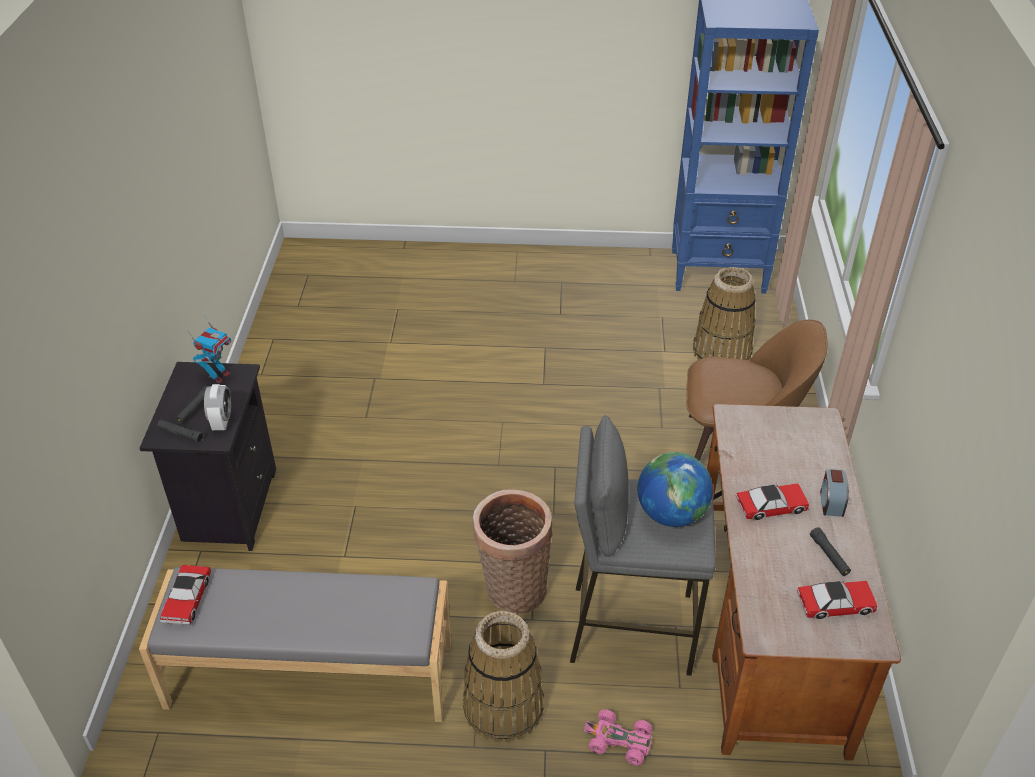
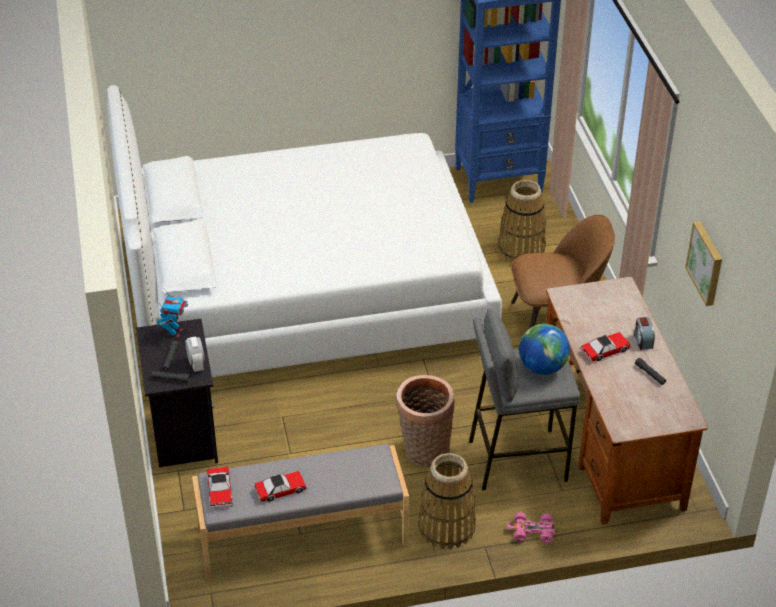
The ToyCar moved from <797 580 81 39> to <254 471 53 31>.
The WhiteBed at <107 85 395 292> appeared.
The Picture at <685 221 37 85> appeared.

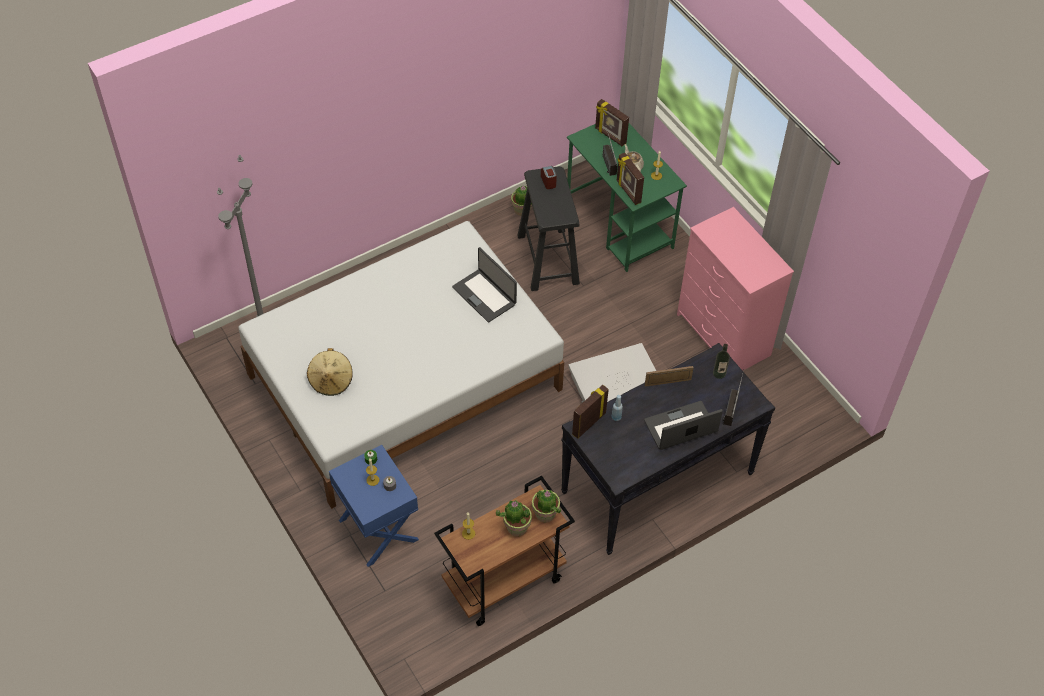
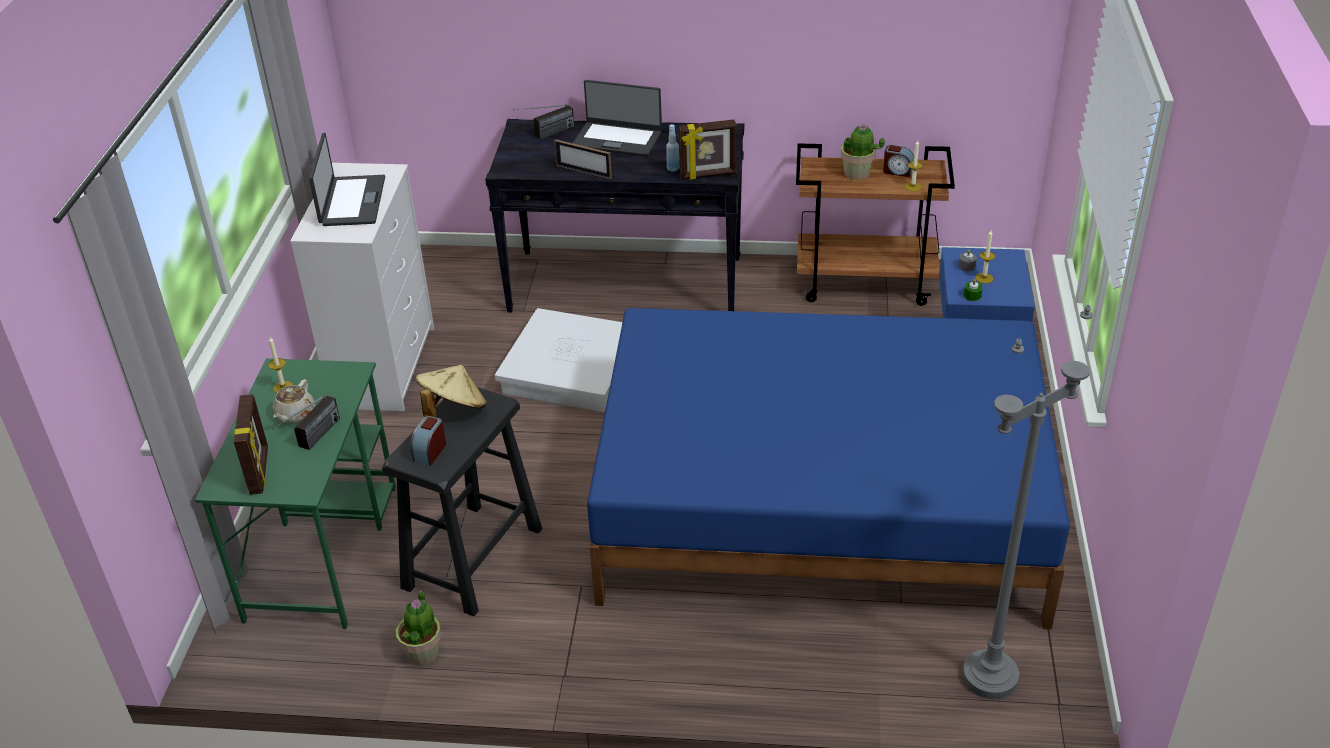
The WhiteBed at <238 221 326 288> became the BlueBed at <587 308 483 322>.
The BeigeHat moved from <307 348 46 48> to <415 365 72 52>.
The Laptop moved from <452 247 65 76> to <309 133 76 93>.
The PottedPlant at <532 490 29 33> disappeared.
The PictureFrame at <617 153 27 52> disappeared.
The PinkDresser at <677 207 117 164> became the WhiteDresser at <290 163 144 248>.
The Bottle at <713 344 17 35> disappeared.
The AlarmClock at <883 145 31 32> appeared.

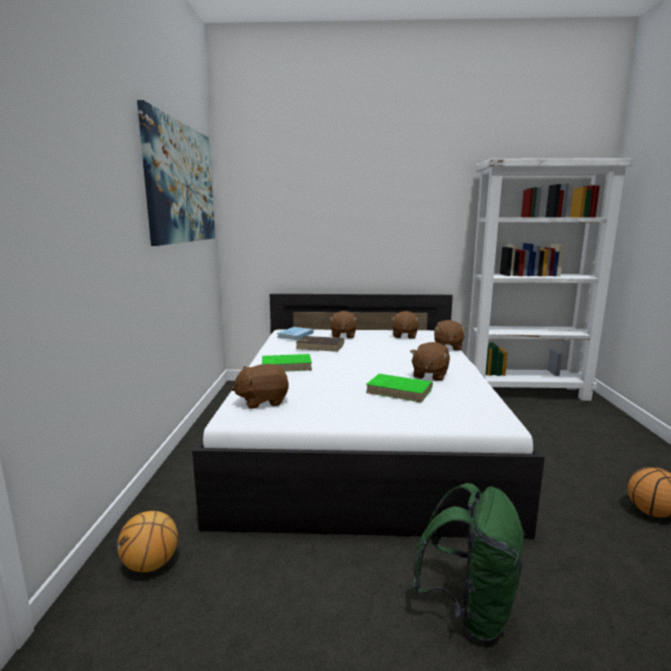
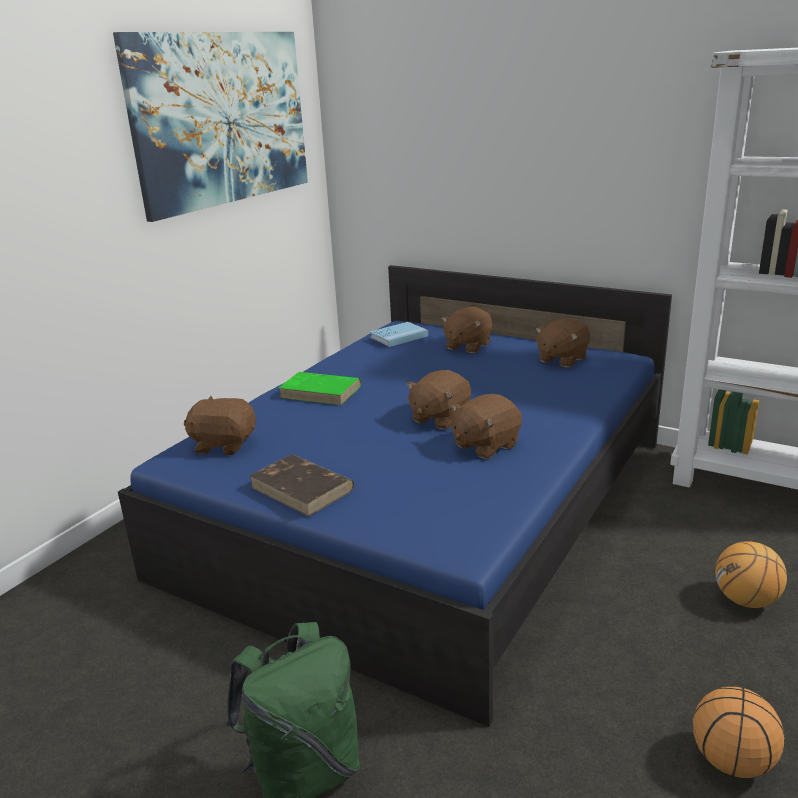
The Basketball moved from <117 511 61 61> to <715 541 72 67>.
The WhiteBed at <192 294 353 245> became the BlueBed at <118 265 554 462>.
The BrownBook moved from <296 336 48 16> to <249 454 105 63>.
The GreenBook at <366 374 67 29> disappeared.
The BrownPlushToy moved from <434 320 33 31> to <406 370 65 60>.

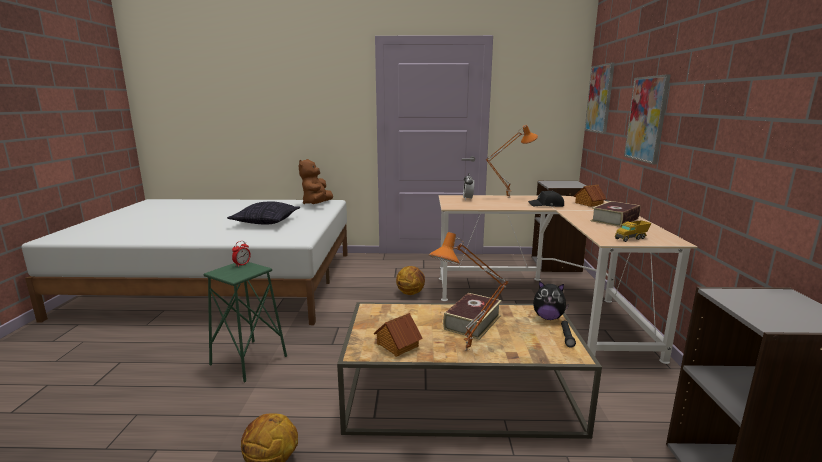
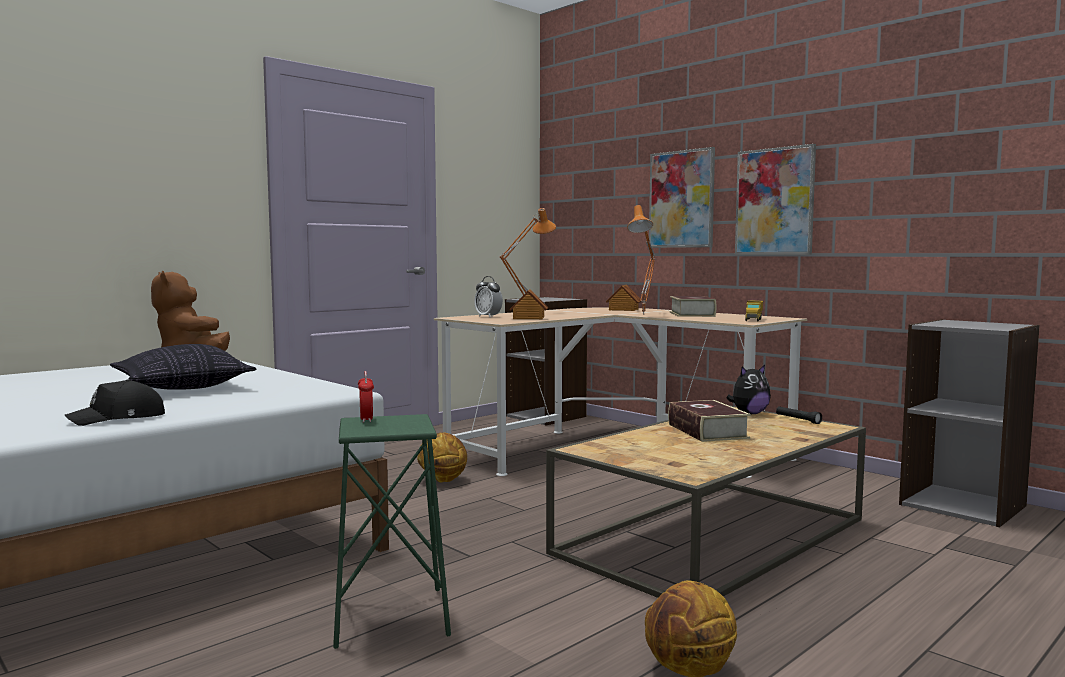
The ToyHouse moved from <374 313 49 44> to <510 289 38 30>.
The OrangeTableLamp moved from <429 232 80 119> to <627 205 29 110>.
The BlackCap moved from <528 190 36 17> to <65 379 100 47>.
The Picture moved from <585 63 29 71> to <735 144 81 111>.

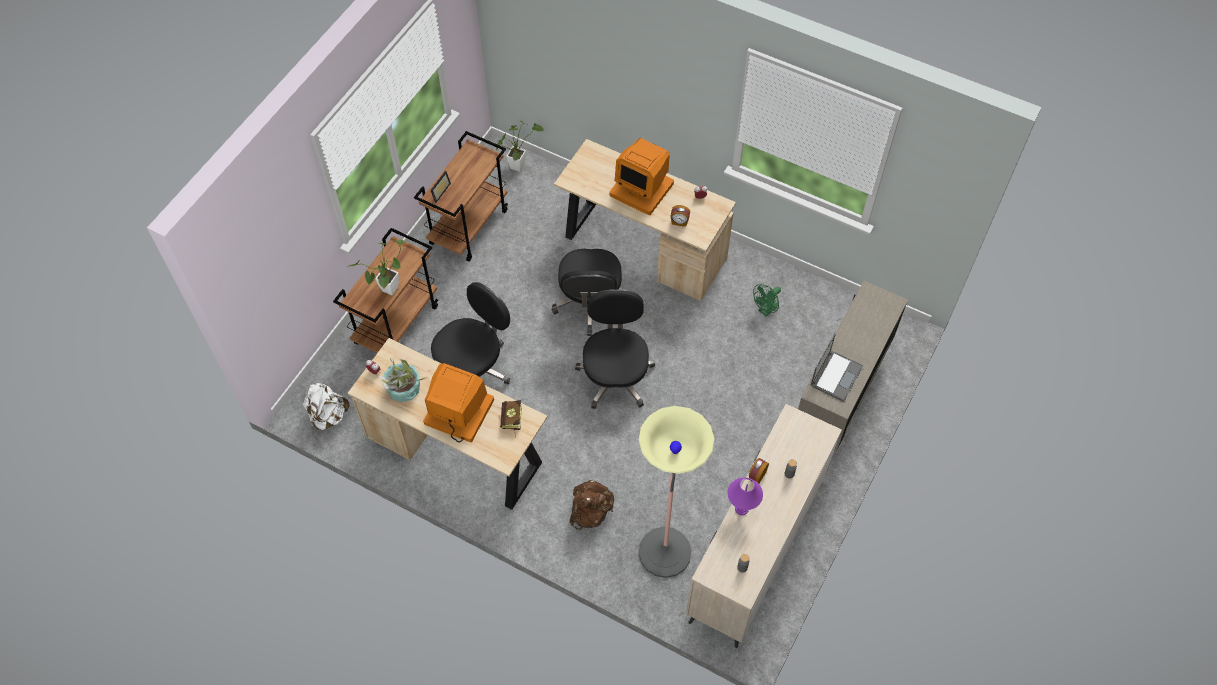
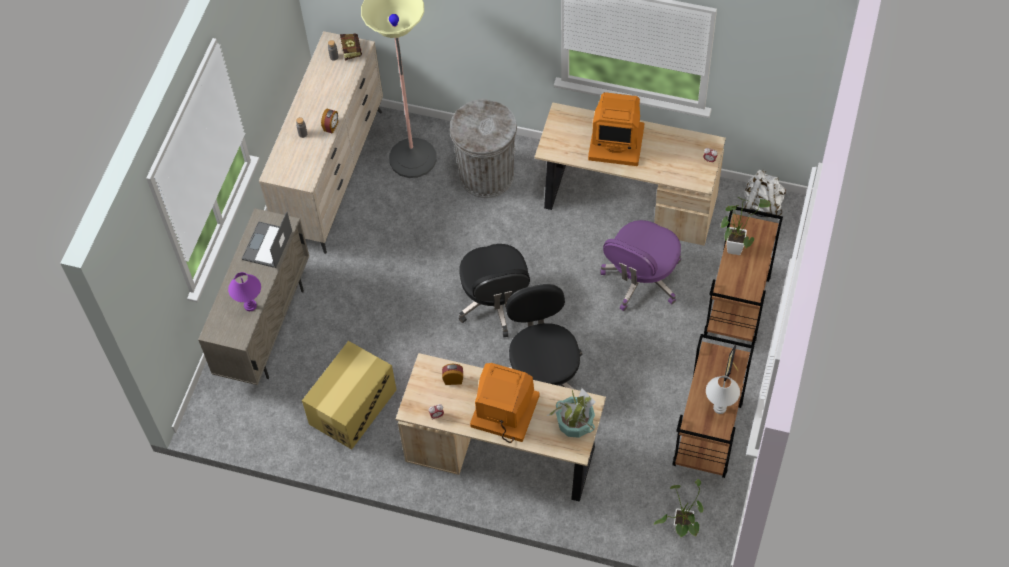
The PottedPlant moved from <379 358 48 44> to <547 388 48 50>.
The BlackOfficeChair at <431 282 79 102> became the PurpleOfficeChair at <600 220 81 91>.
The Book moved from <500 400 22 38> to <340 34 22 27>.
The BrownBackpack at <569 480 45 50> was replaced by the GreyTrashCan at <450 99 67 99>.
The PurpleTableLamp moved from <728 478 35 37> to <228 272 33 39>.
The GreenFan at <753 284 28 32> was replaced by the CardboardBox at <302 341 95 109>.
The WhiteTableLamp at <706 376 34 38> appeared.

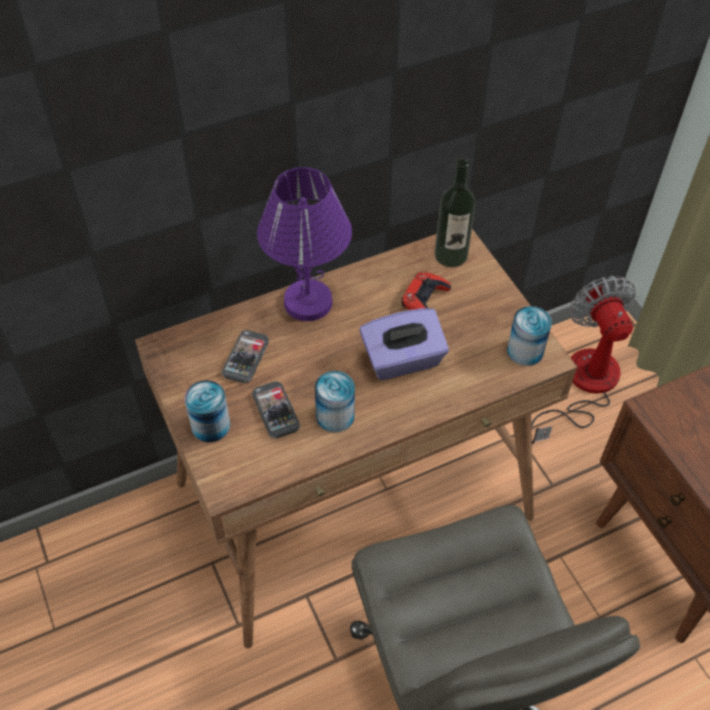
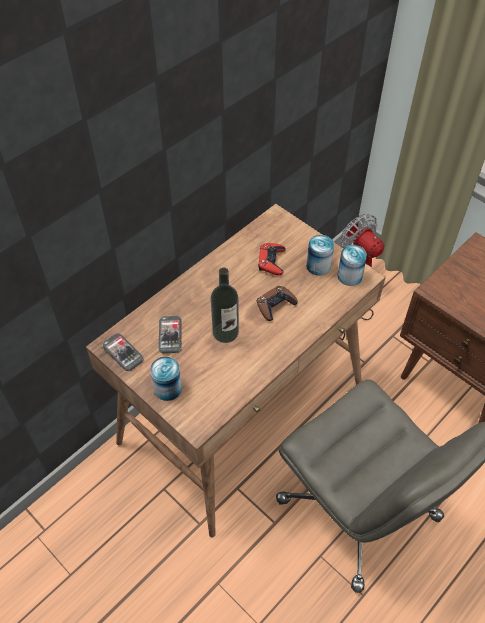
The Phone moved from <252 381 48 57> to <102 333 42 38>.
The PurpleTableLamp at <257 167 95 154> disappeared.
The Can moved from <315 371 40 62> to <306 235 28 41>.
The PurpleTissueBox at <359 308 90 72> was replaced by the BrownGameController at <257 286 41 35>.
The Bottle moved from <435 159 41 108> to <211 268 28 75>.

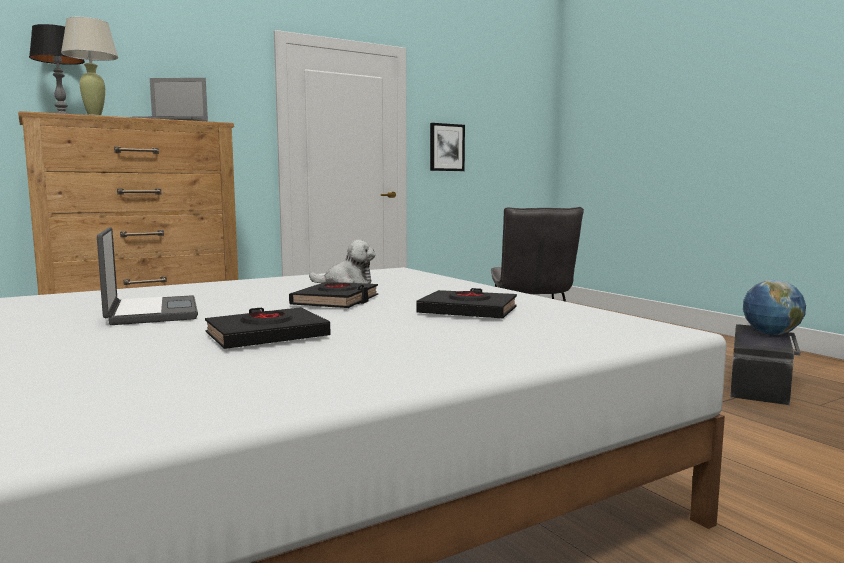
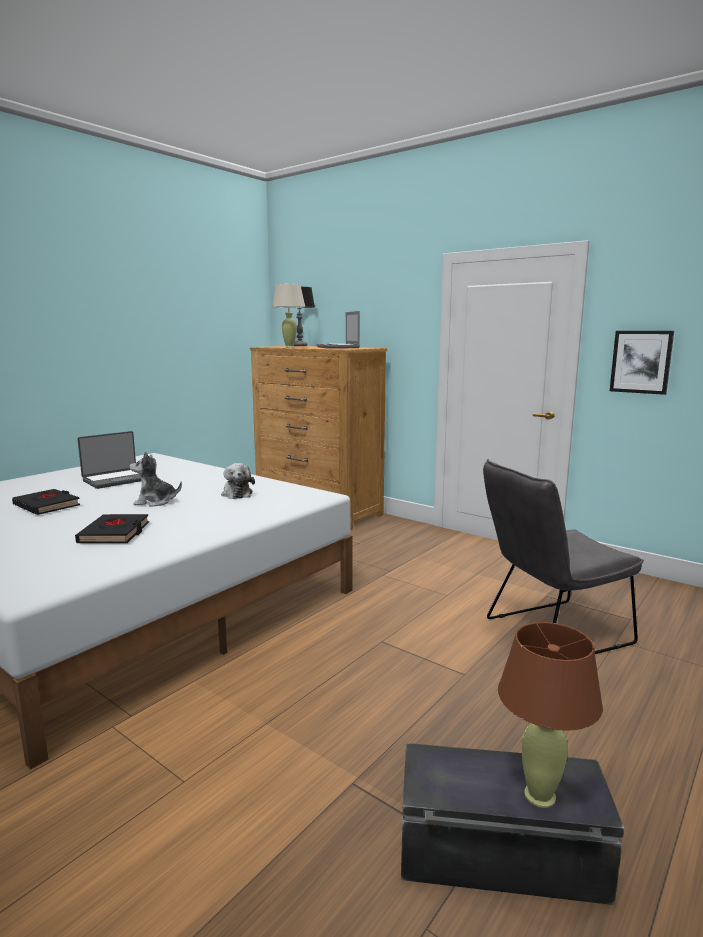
The BlackBook at <289 282 90 26> was replaced by the PlushToy at <129 452 53 55>.
The Globe at <743 280 63 55> was replaced by the BrownTableLamp at <498 622 105 186>.

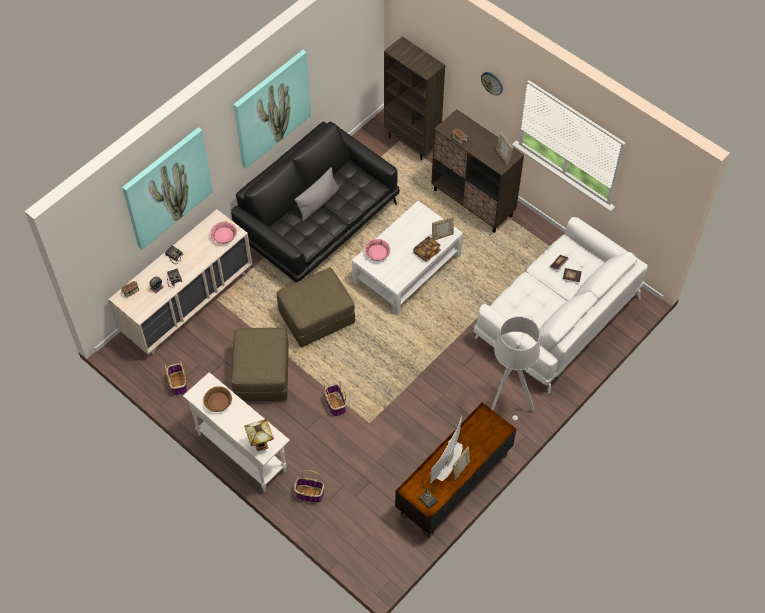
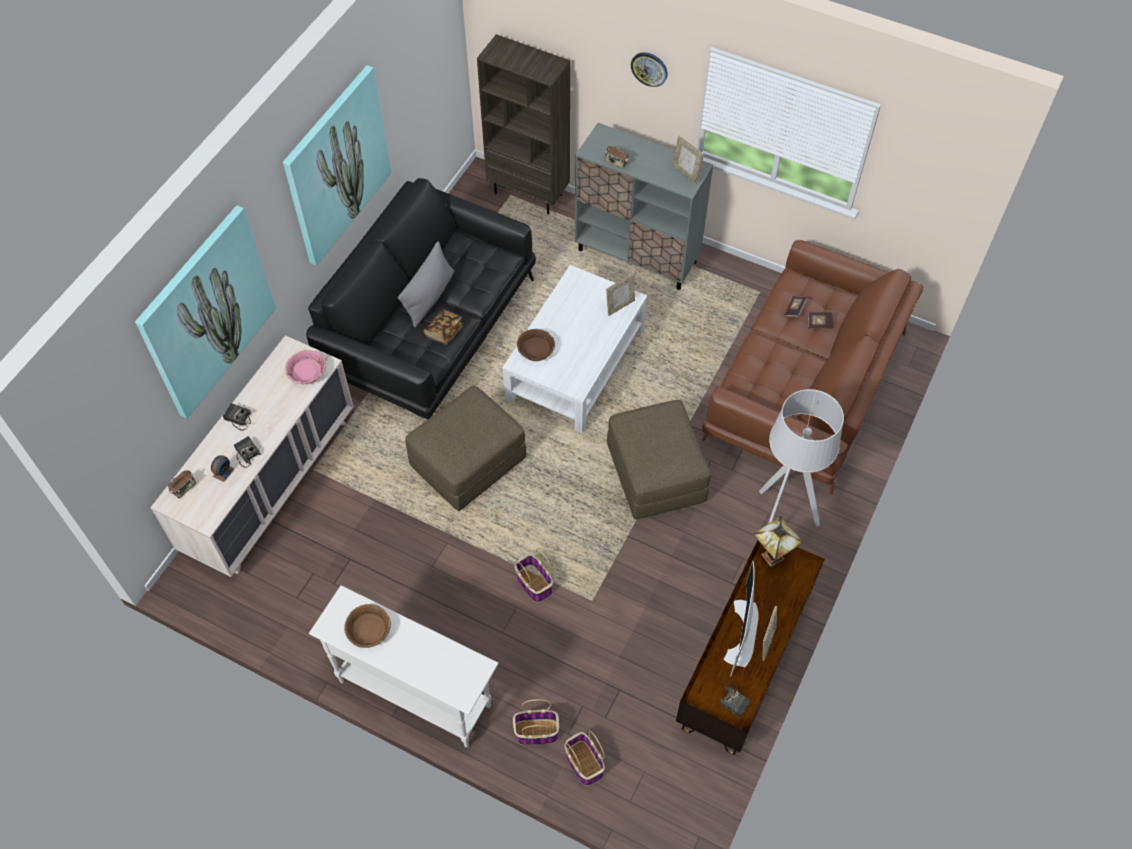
The Basket moved from <165 361 22 34> to <565 731 40 55>.
The BrownOttoman moved from <231 328 58 73> to <607 400 104 119>.
The TableLamp moved from <244 419 30 32> to <753 516 50 51>.
The PinkBowl at <365 239 25 22> became the BrownBowl at <517 329 38 32>.
The Book moved from <413 237 28 24> to <423 309 40 36>.
The BrownCabinet at <431 109 93 124> became the GreyCabinet at <575 123 138 167>.
The WhiteSofa at <474 217 174 177> became the BrownSofa at <702 240 222 255>.

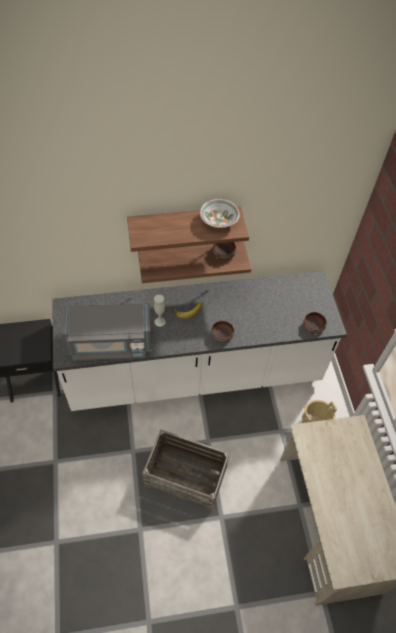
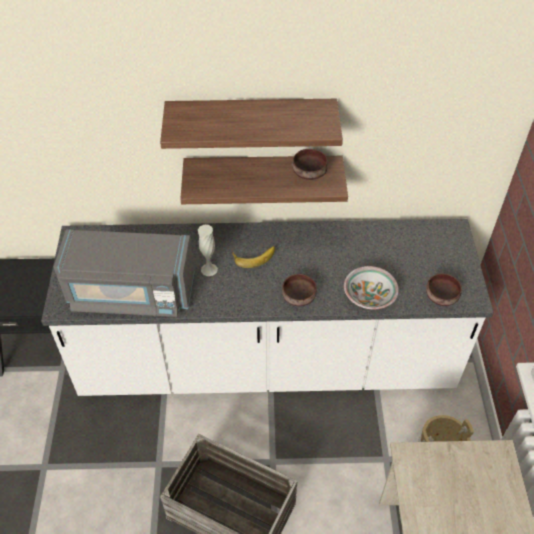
The Bowl moved from <200 199 40 29> to <344 266 55 44>.

